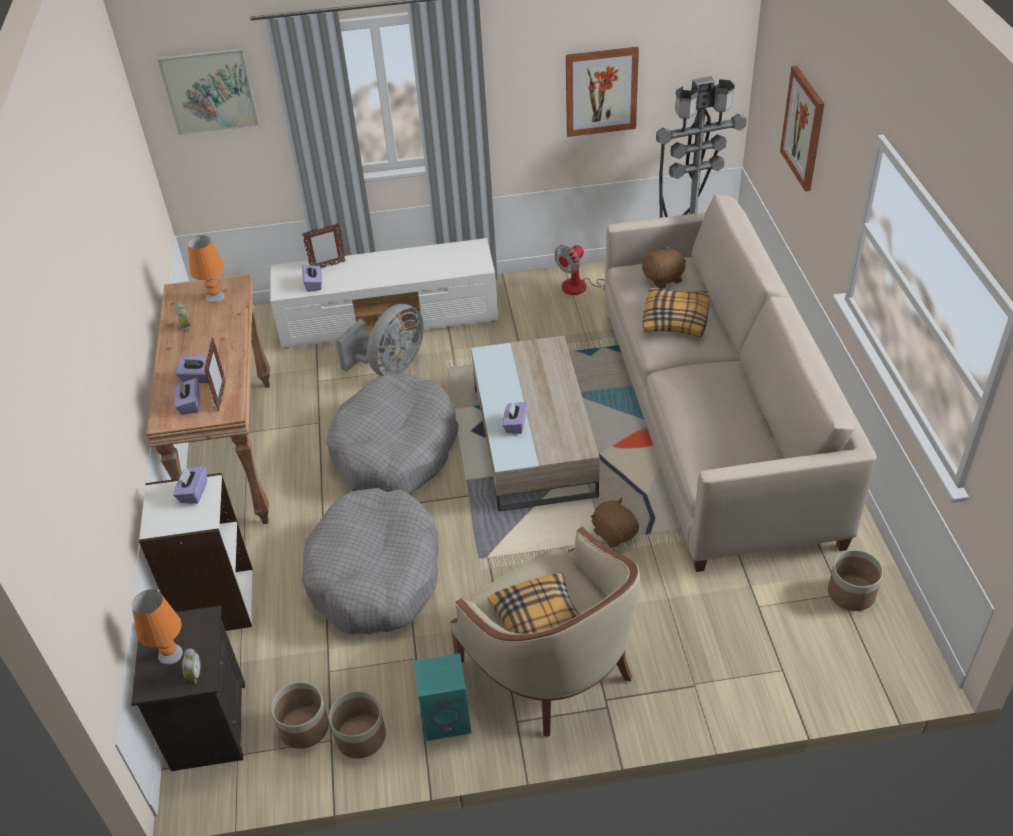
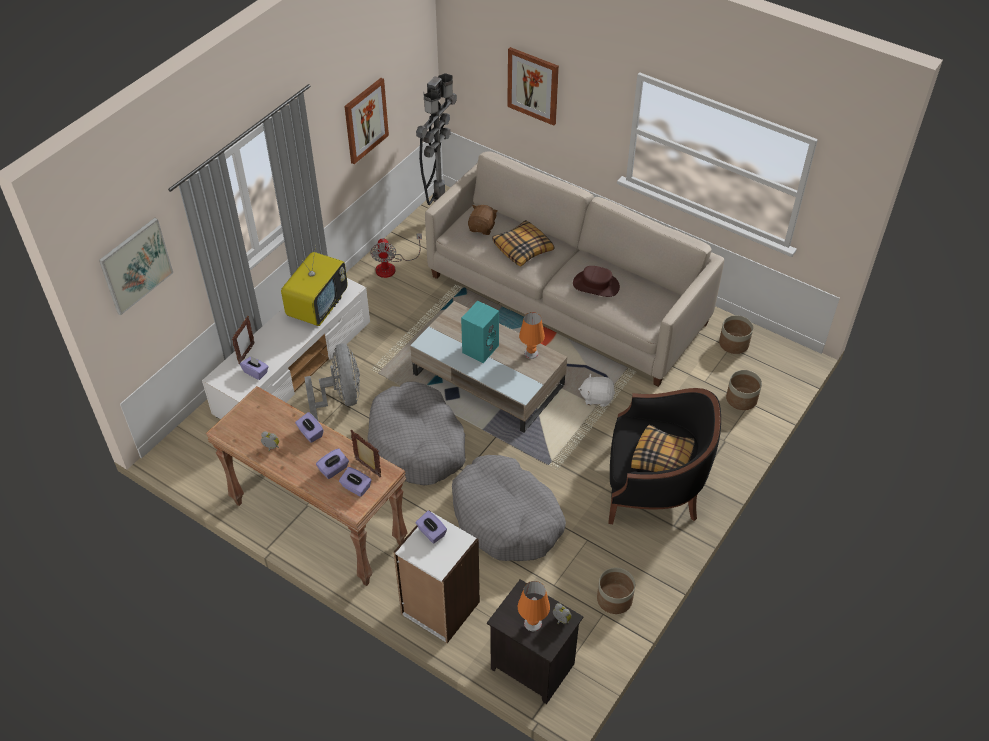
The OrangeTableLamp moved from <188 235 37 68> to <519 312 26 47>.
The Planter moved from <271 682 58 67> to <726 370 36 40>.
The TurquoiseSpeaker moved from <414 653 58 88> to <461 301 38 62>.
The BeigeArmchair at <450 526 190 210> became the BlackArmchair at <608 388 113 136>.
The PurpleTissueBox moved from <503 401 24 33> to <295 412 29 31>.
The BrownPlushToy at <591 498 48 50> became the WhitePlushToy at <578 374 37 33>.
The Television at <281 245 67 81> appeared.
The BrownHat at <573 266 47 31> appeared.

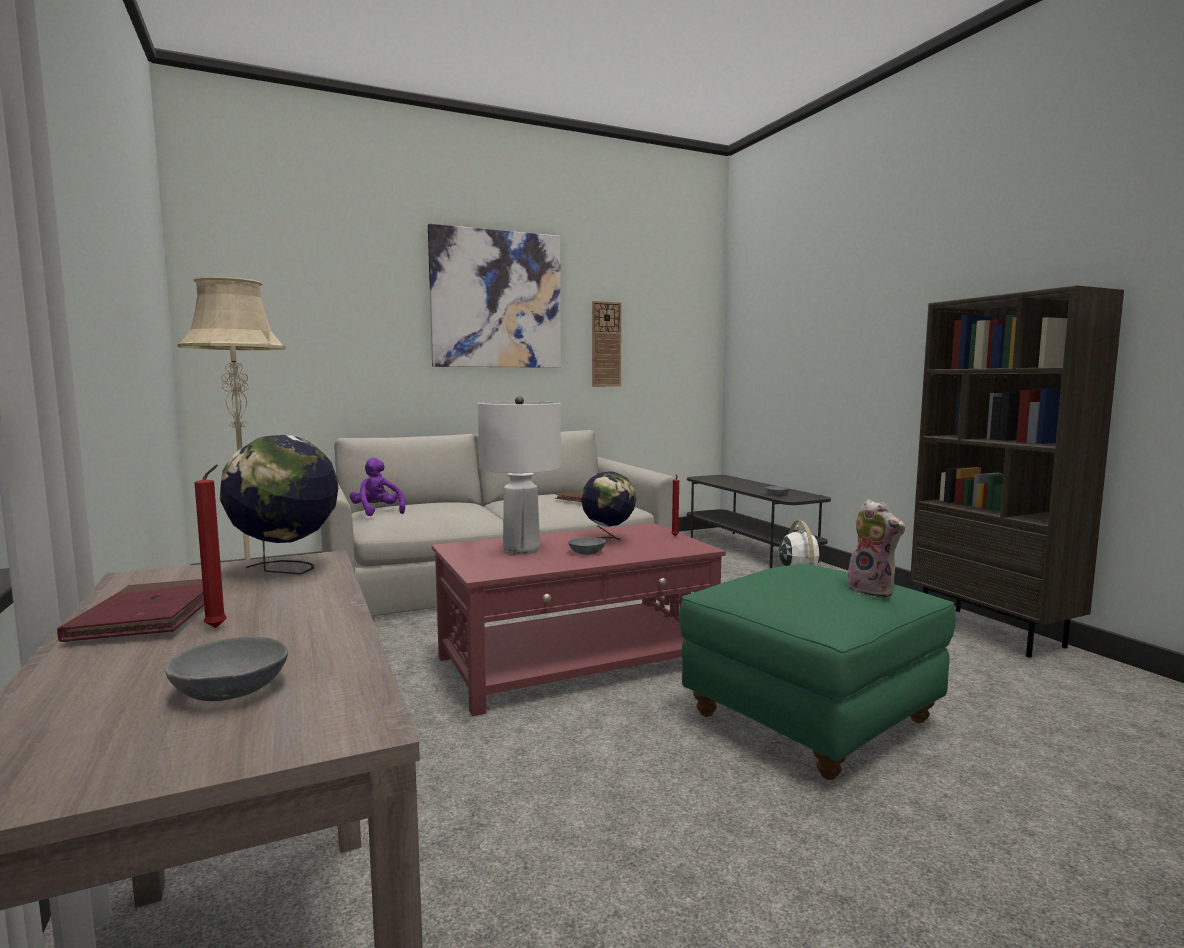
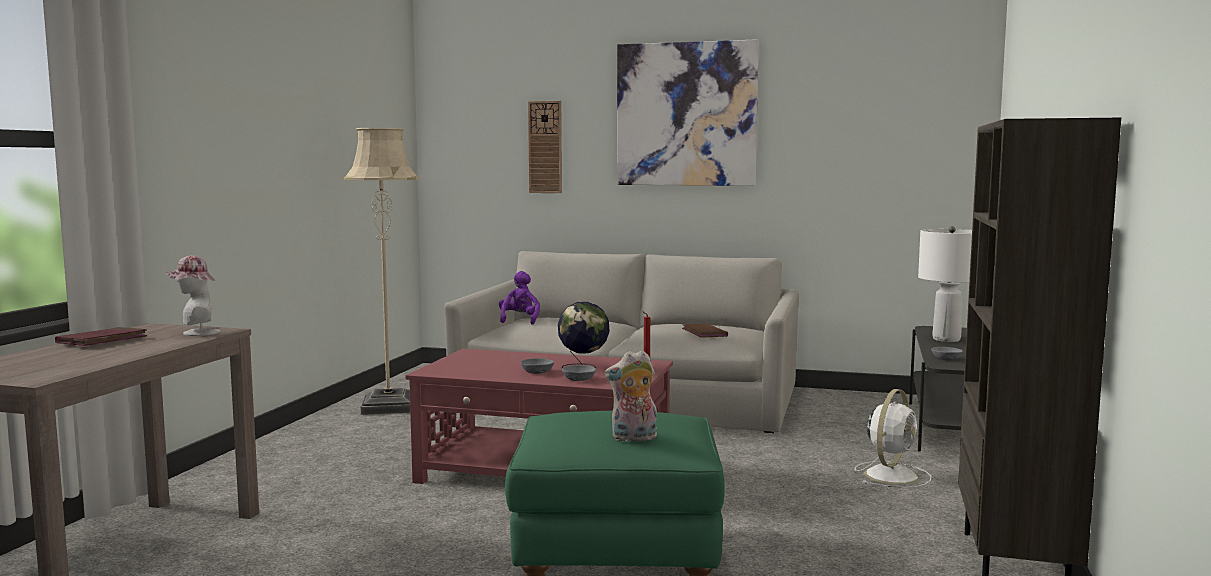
The GreyBowl moved from <165 636 123 65> to <562 365 34 16>.
The RedCandle at <195 465 32 163> disappeared.
The Globe at <220 435 118 139> was replaced by the Hat at <165 256 55 80>.
The WhiteTableLamp moved from <478 396 83 159> to <918 226 54 116>.
The WallClock moved from <592 301 30 86> to <528 101 34 92>.
The PlushToy at <847 499 58 98> turned 75 degrees clockwise.

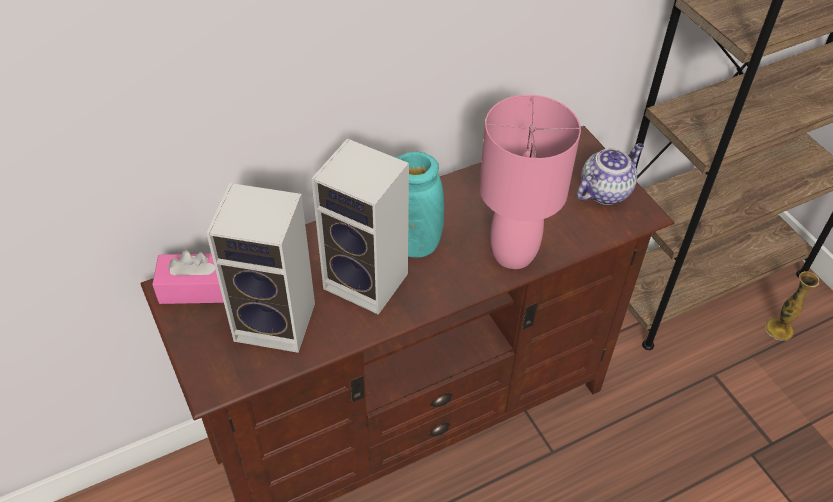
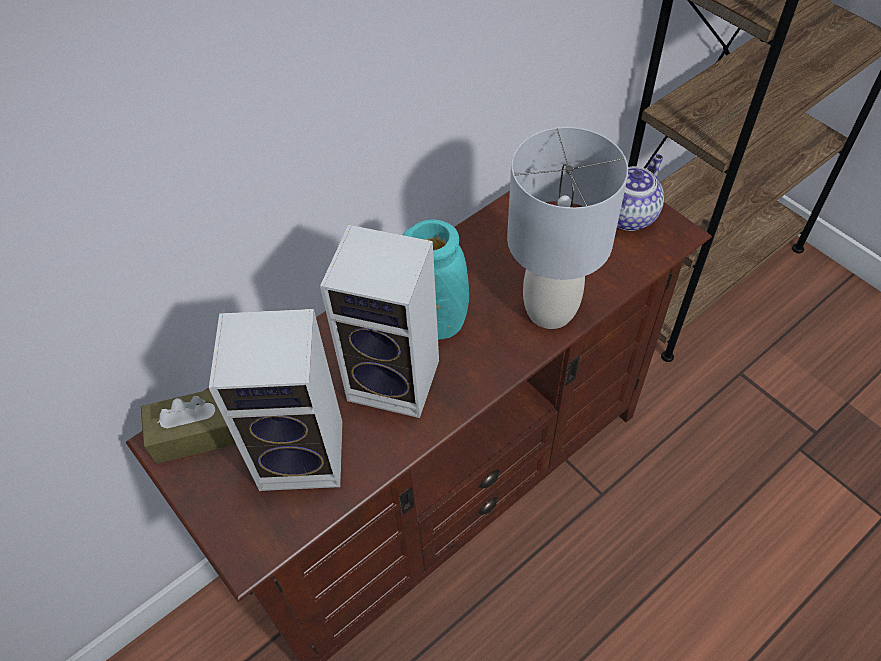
The PinkTissueBox at <152 251 72 53> became the BrownTissueBox at <141 390 95 74>.
The PinkTableLamp at <479 95 102 174> became the GreyTableLamp at <507 127 121 202>.
The Vase at <766 271 54 70> disappeared.

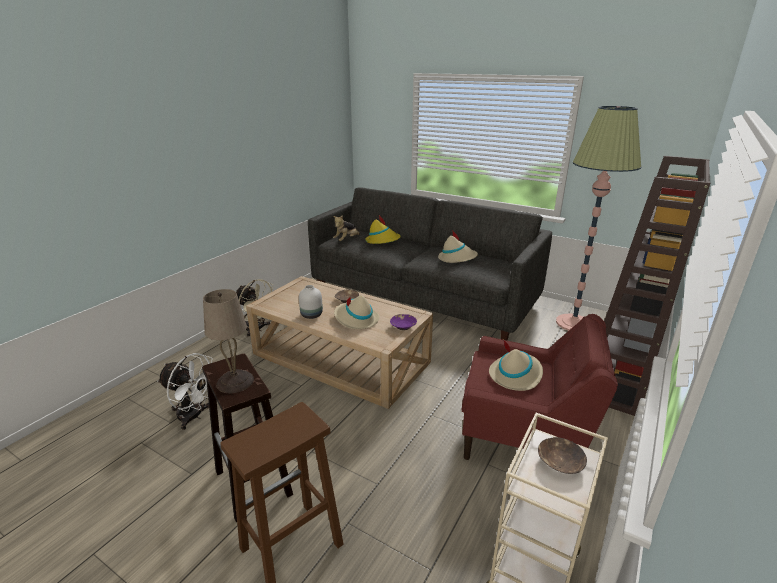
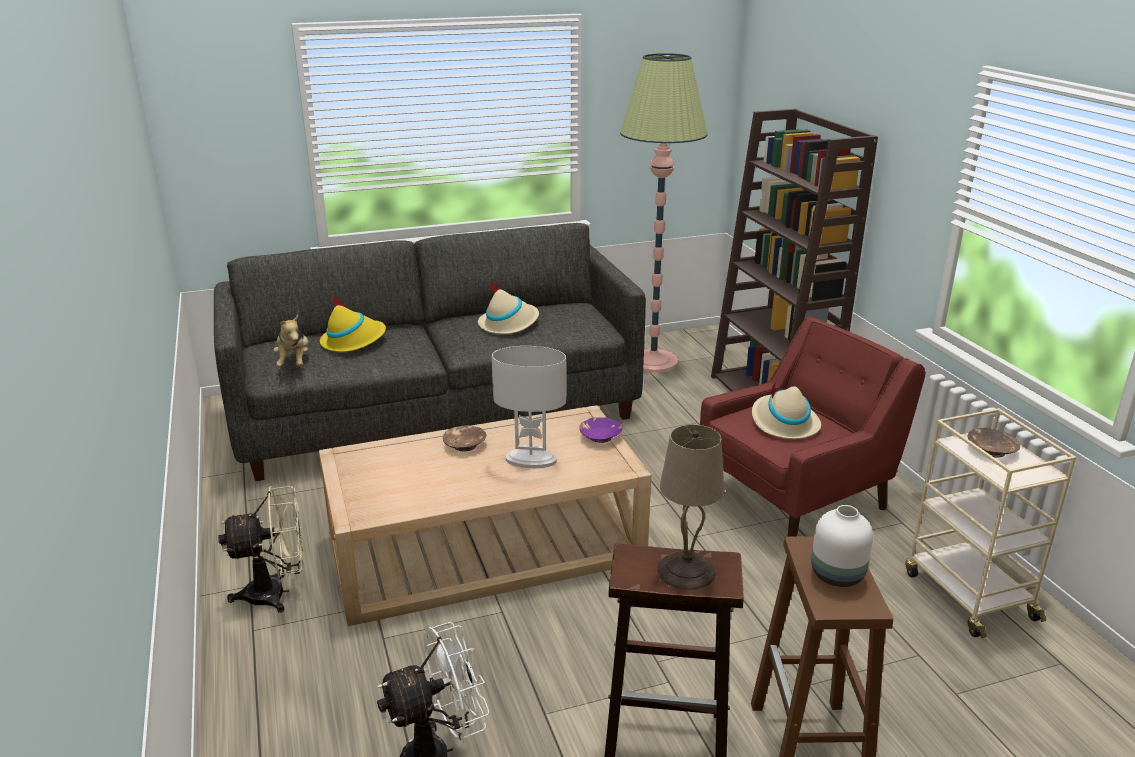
The WhiteVase moved from <299 285 24 34> to <811 505 62 82>.
The BeigeHat at <334 295 45 34> was replaced by the WhiteTableLamp at <492 346 74 122>.

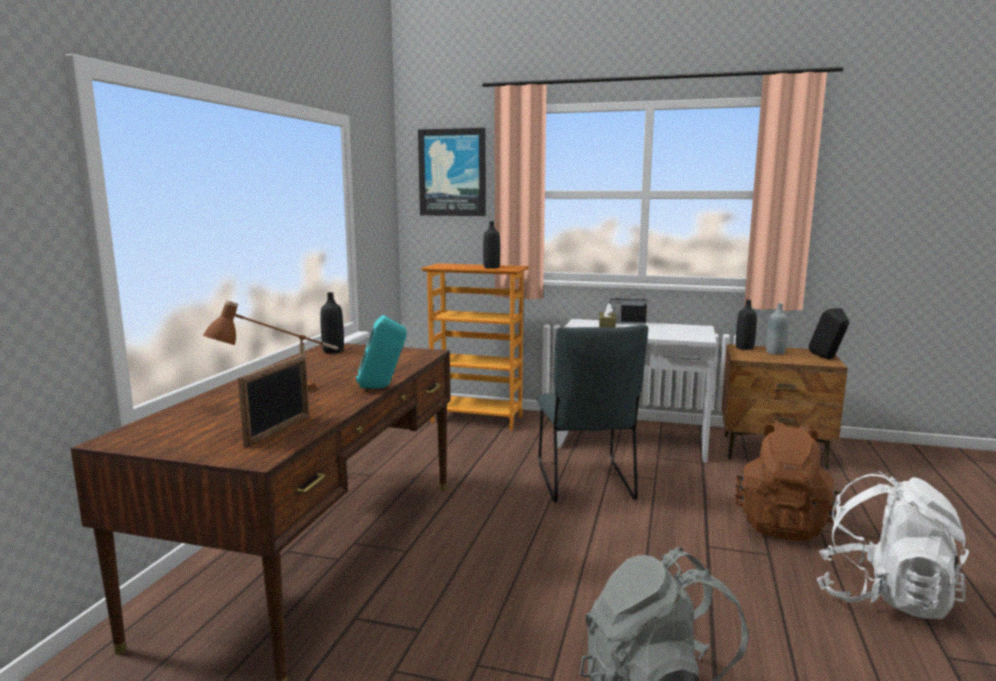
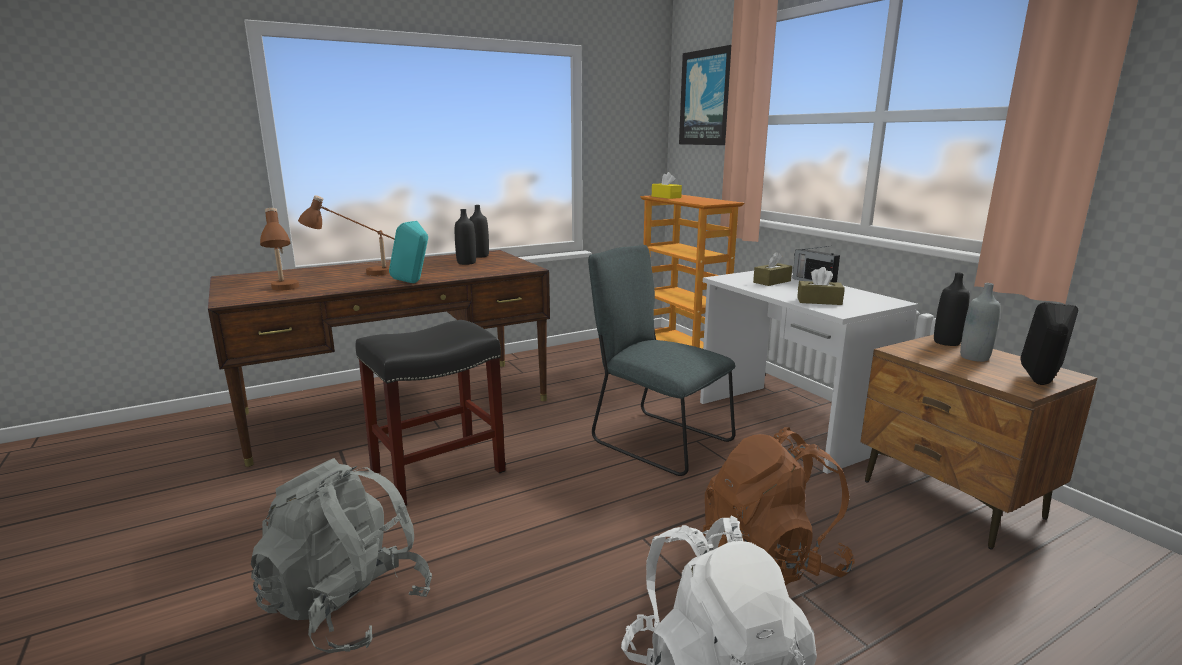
The PictureFrame at <238 355 72 93> was replaced by the BrownTableLamp at <260 208 39 83>.
The BlackBottle moved from <483 221 17 48> to <455 209 21 56>.
The GreyChair at <537 325 111 178> turned 90 degrees clockwise.
The BlackStool at <355 320 151 186> appeared.
The YellowTissueBox at <652 172 30 27> appeared.
The BrownTissueBox at <797 267 48 38> appeared.

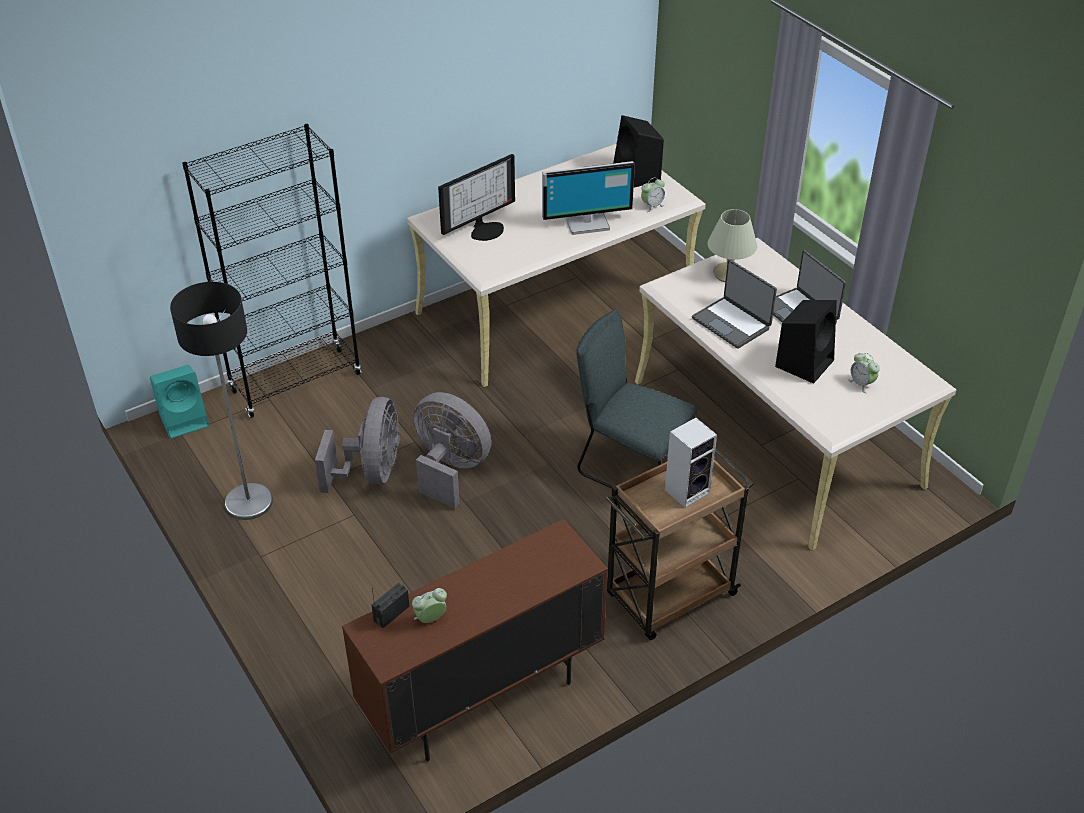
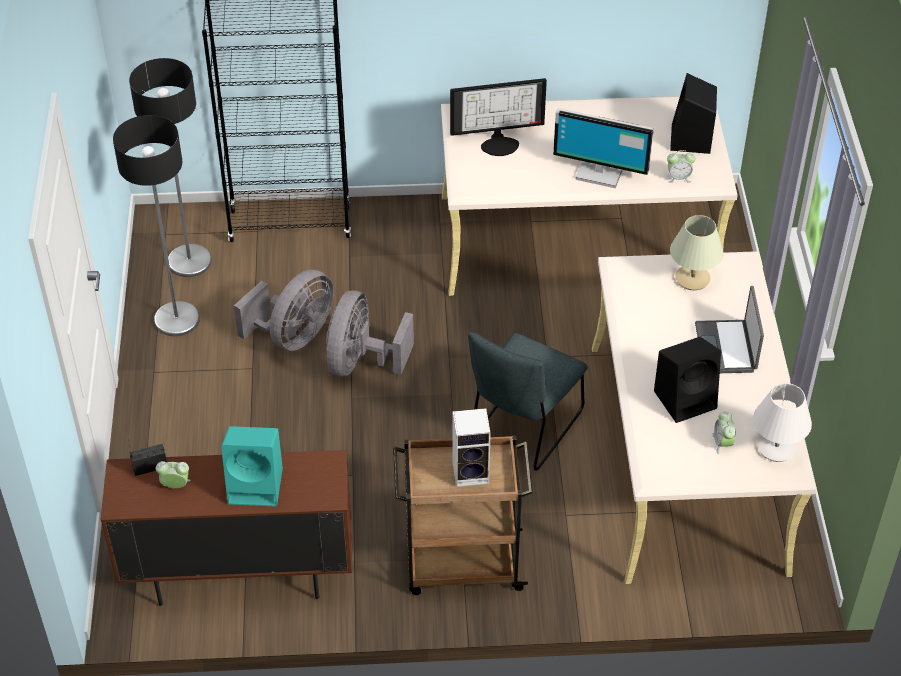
The TurquoiseSpeaker moved from <150 365 59 74> to <221 426 62 81>.
The GreyFan at <414 392 77 116> turned 135 degrees counterclockwise.
The GreyChair at <576 309 122 179> turned 120 degrees counterclockwise.
The Laptop at <692 259 85 90> disappeared.
The FloorLamp at <129 58 83 219> appeared.
The WhiteTableLamp at <753 383 59 79> appeared.

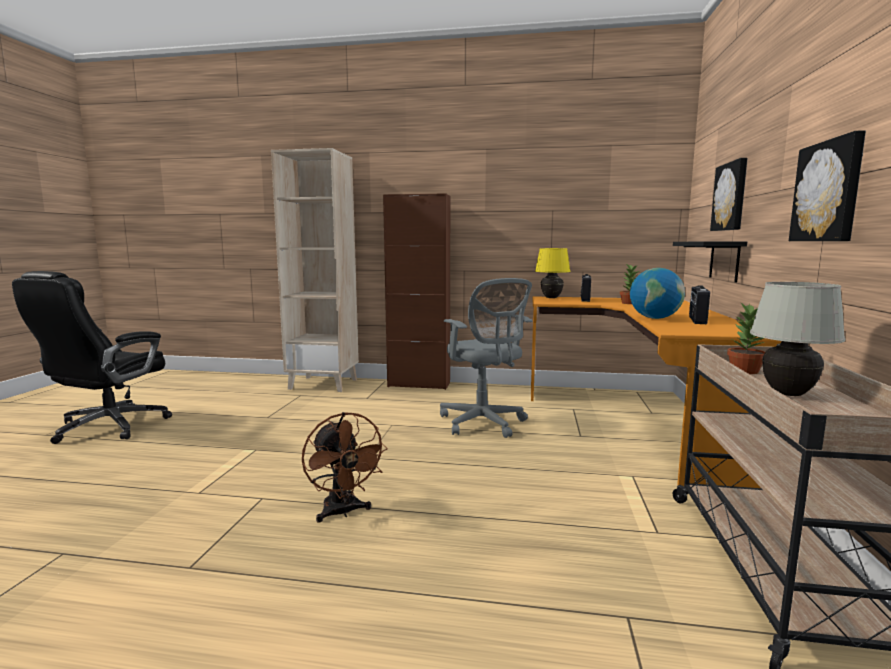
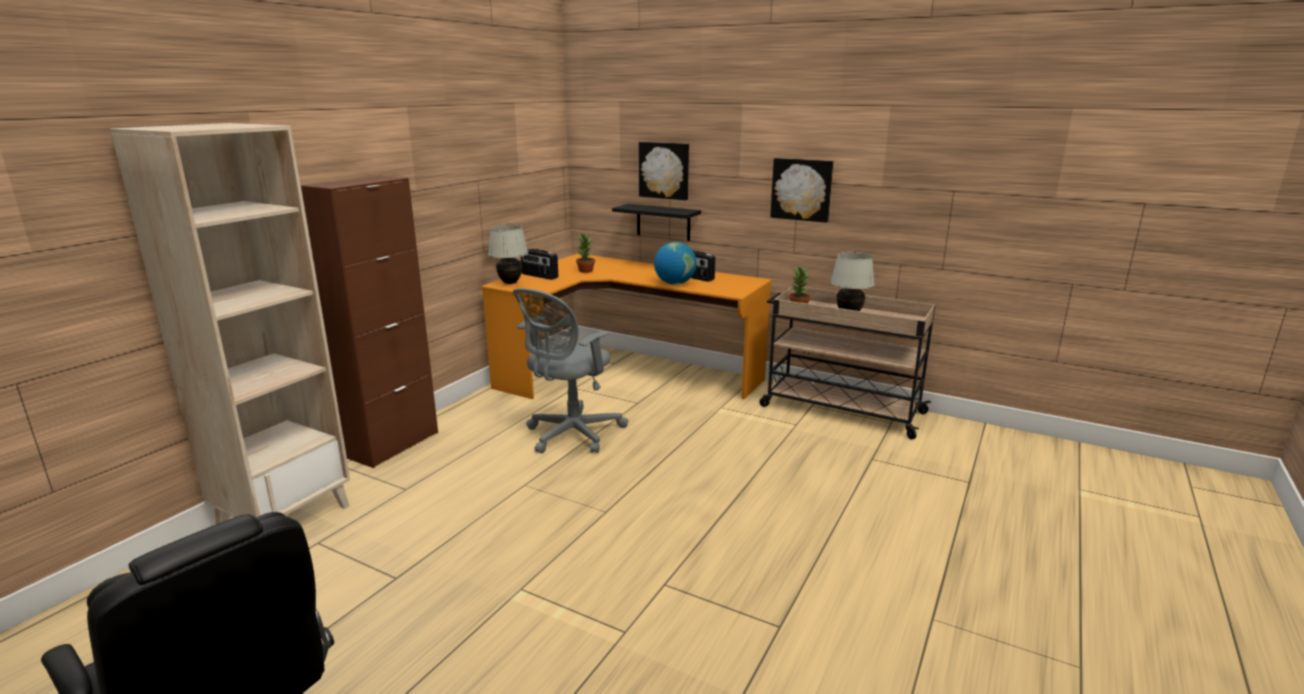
The BrownFan at <302 412 86 111> disappeared.
The GreyOfficeChair at <440 278 92 160> turned 135 degrees clockwise.
The YellowTableLamp at <535 248 35 50> became the WhiteTableLamp at <488 225 40 59>.

